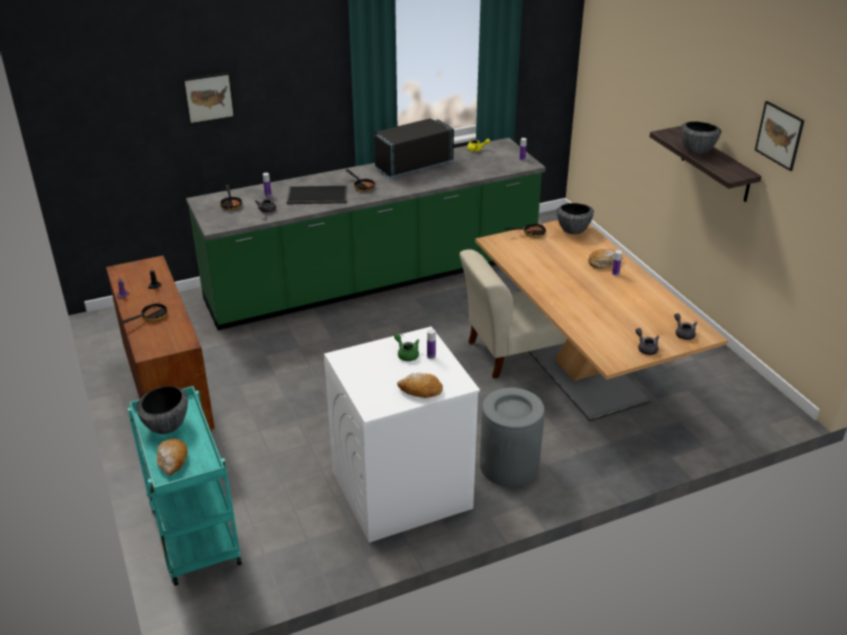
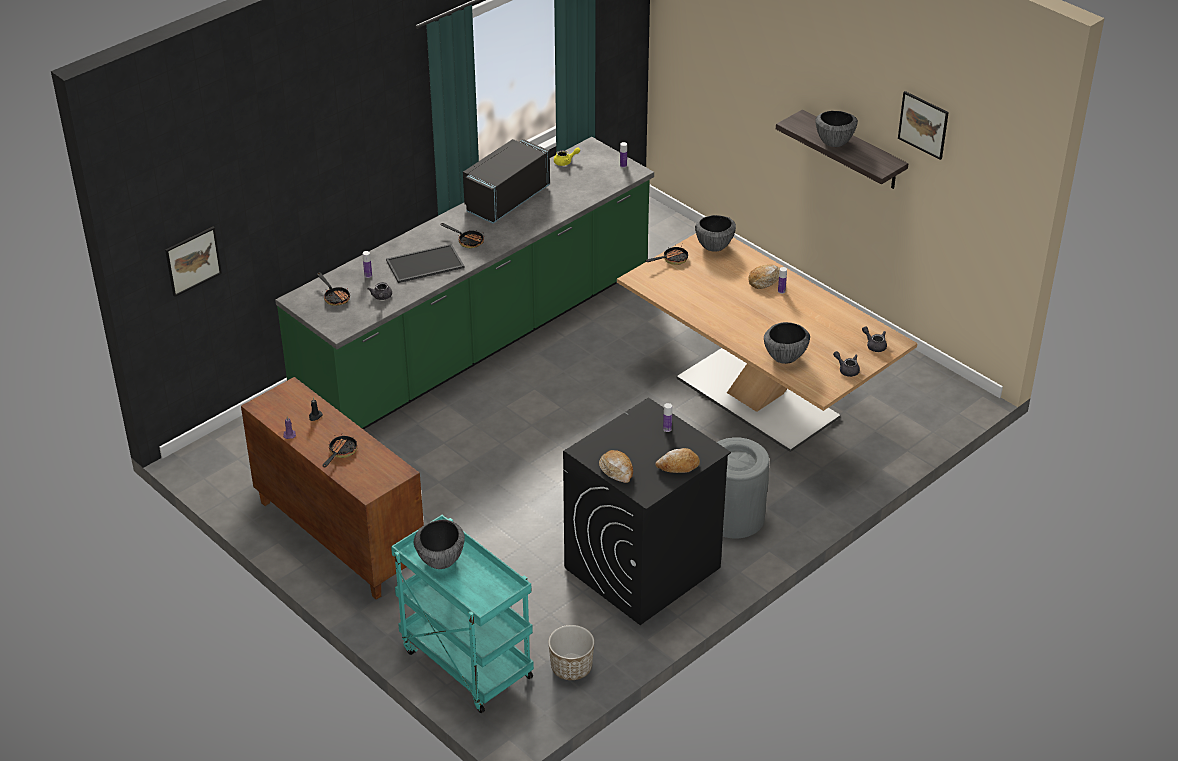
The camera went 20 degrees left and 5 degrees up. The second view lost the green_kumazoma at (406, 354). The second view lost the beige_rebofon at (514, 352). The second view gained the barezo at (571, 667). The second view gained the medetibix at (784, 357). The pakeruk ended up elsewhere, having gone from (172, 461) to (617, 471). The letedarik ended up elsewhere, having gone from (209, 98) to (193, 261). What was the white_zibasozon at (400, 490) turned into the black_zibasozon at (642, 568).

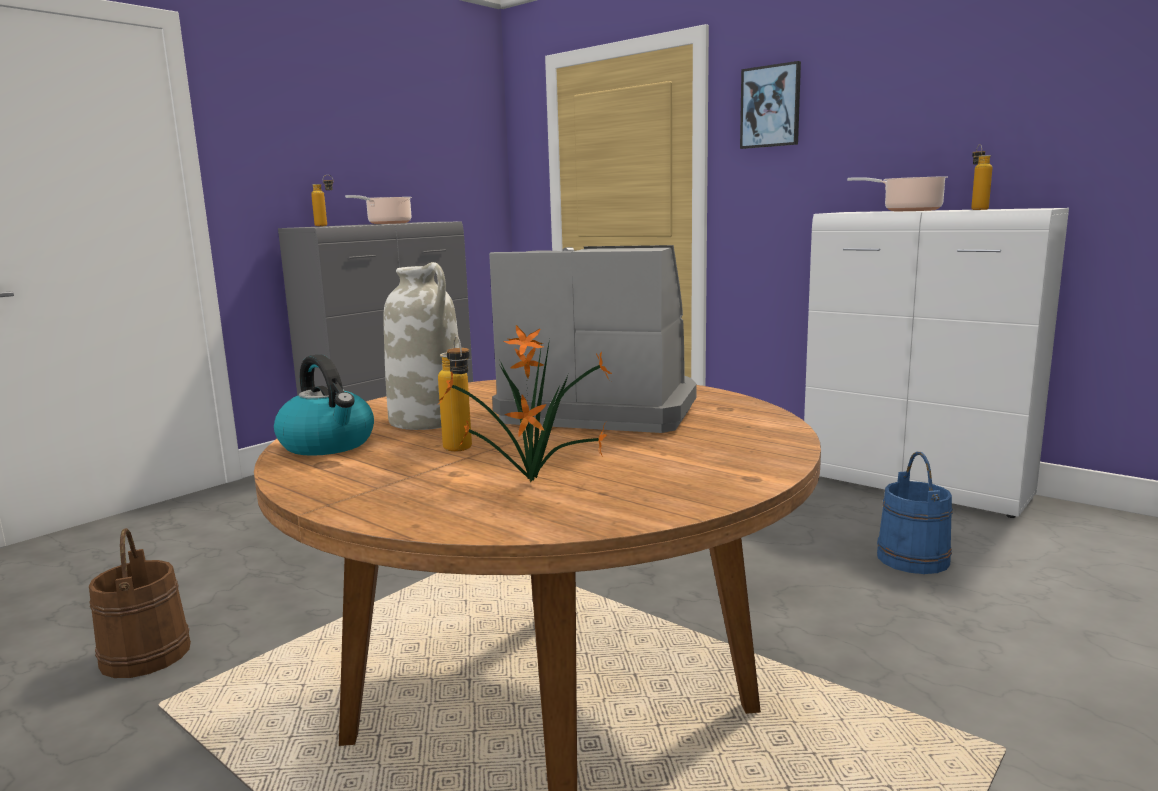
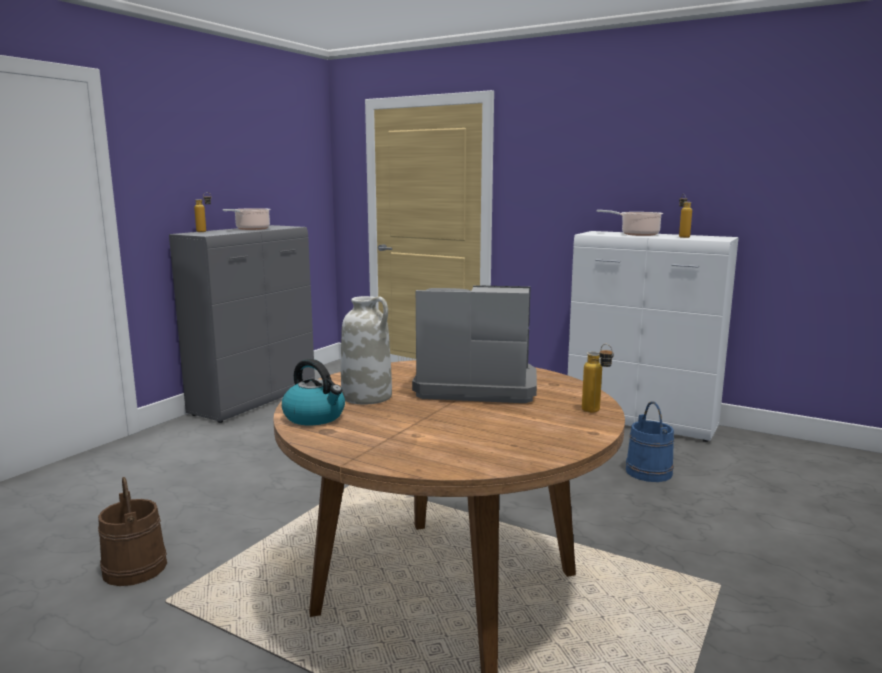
The camera went 10 degrees left and 0 degrees up. The second view lost the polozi at (527, 482). The second view lost the letedarik at (770, 106). The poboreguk ended up elsewhere, having gone from (460, 451) to (596, 412).

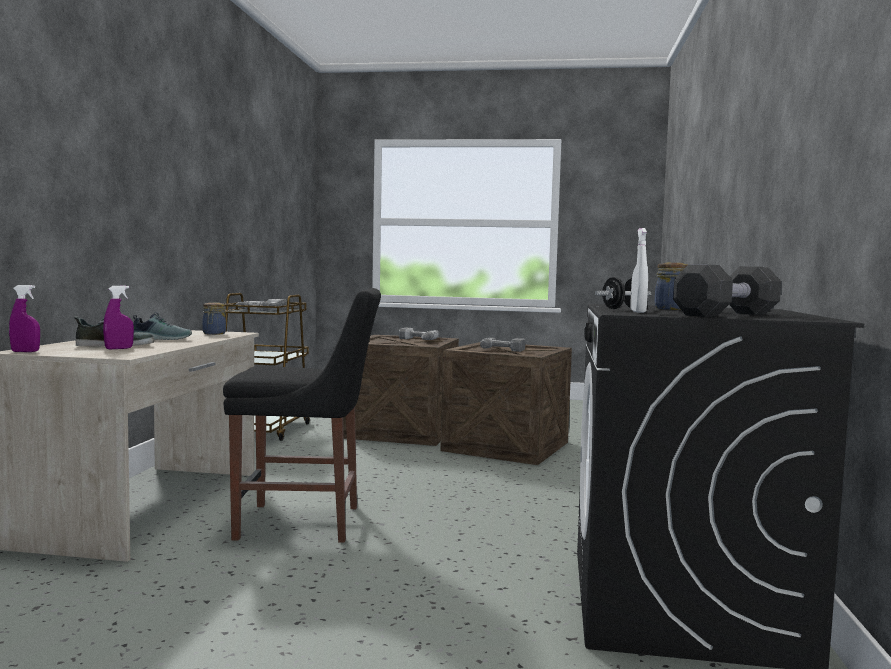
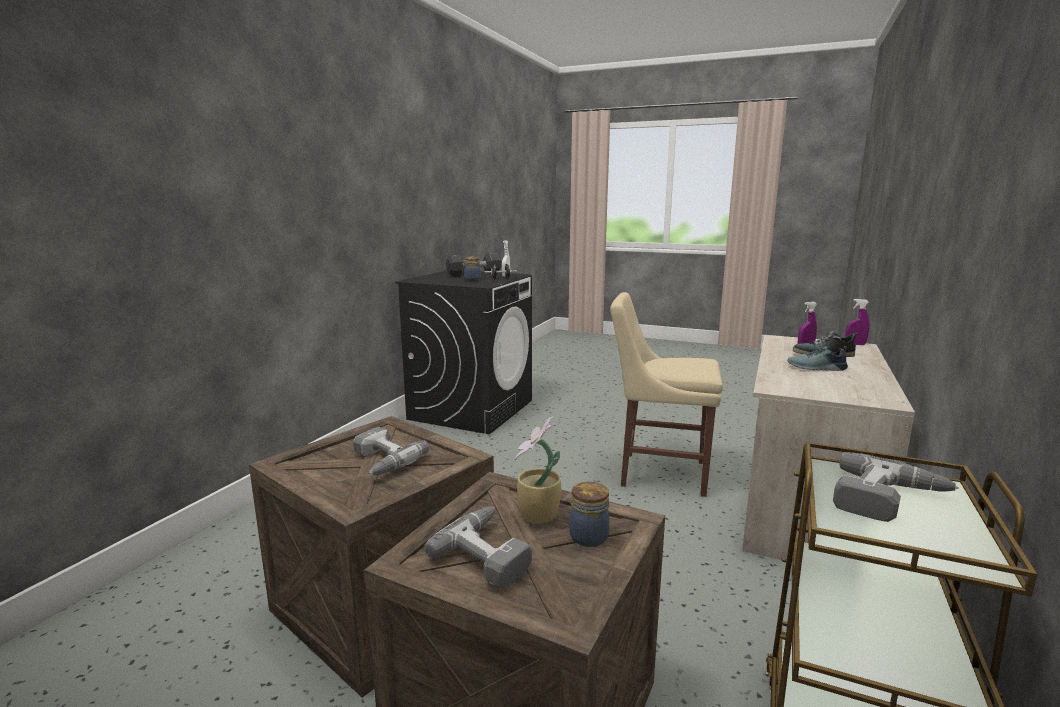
The camera went 165 degrees left and 10 degrees up. The second view gained the polozi at (538, 516). The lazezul ended up elsewhere, having gone from (213, 333) to (589, 536). What was the black_rebofon at (306, 523) turned into the beige_rebofon at (658, 472).

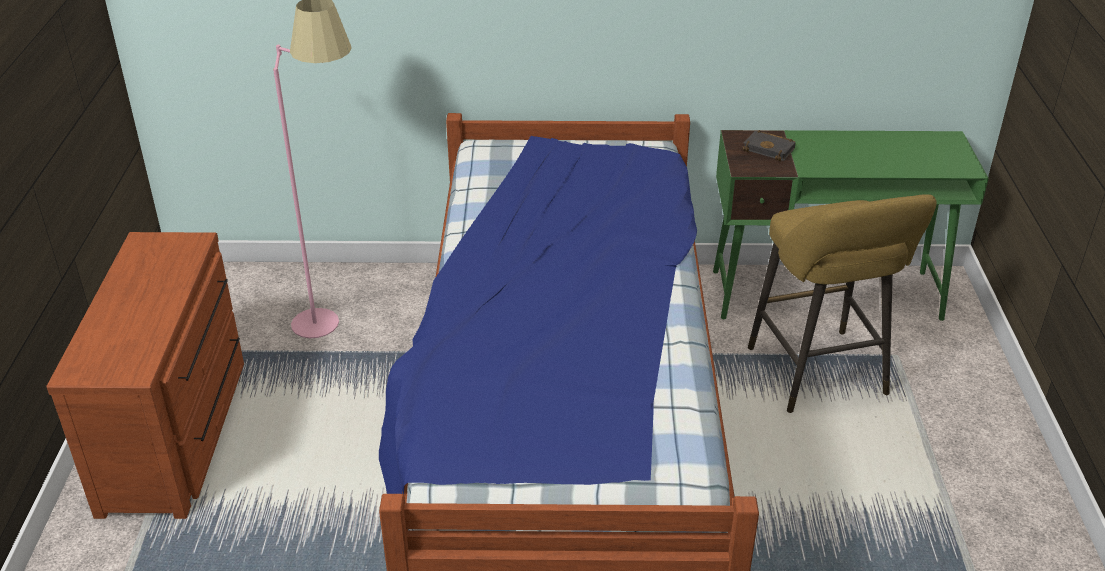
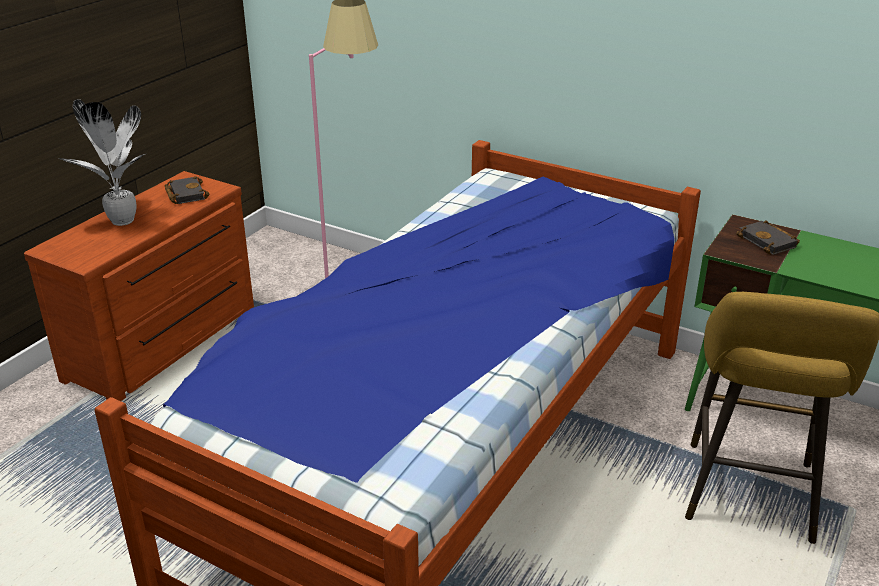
The camera went 30 degrees right and 5 degrees down. The second view gained the polozi at (122, 222). The second view gained the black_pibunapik at (185, 194).

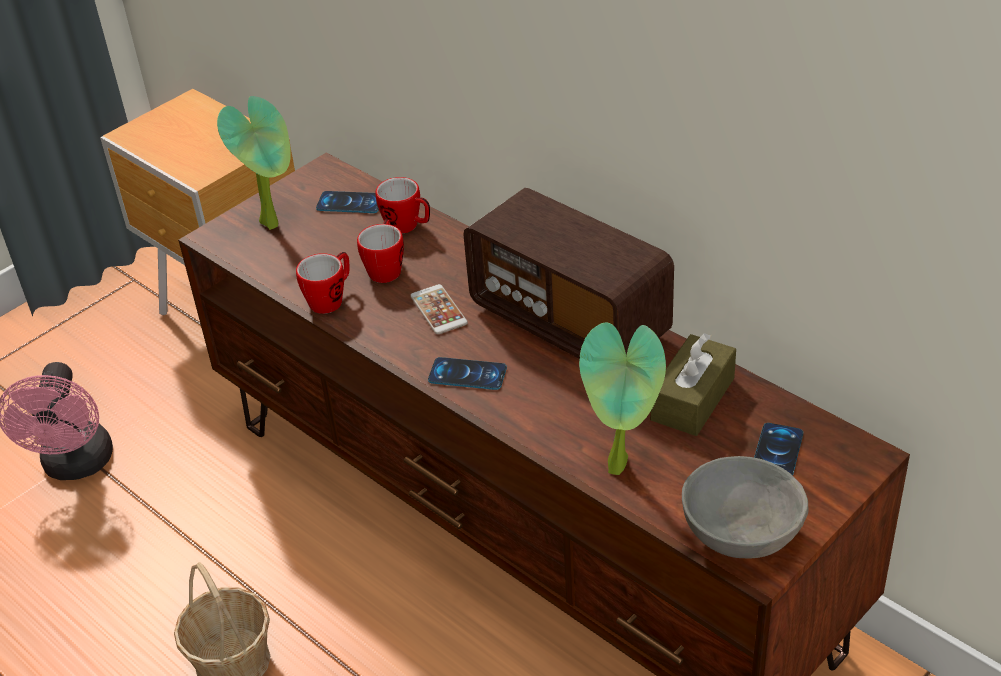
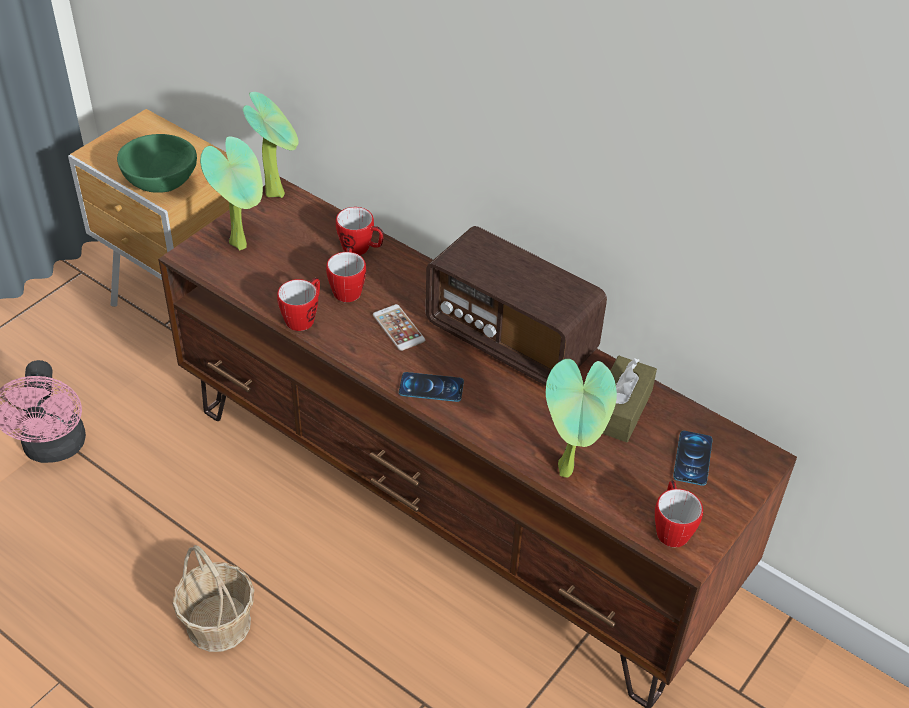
The camera went 10 degrees left and 5 degrees up. The second view lost the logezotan at (350, 203). The second view gained the green_medetibix at (161, 182). The second view gained the polozi at (278, 192). Where the grey_medetibix stood at (740, 534), the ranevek came to stand at (671, 528).

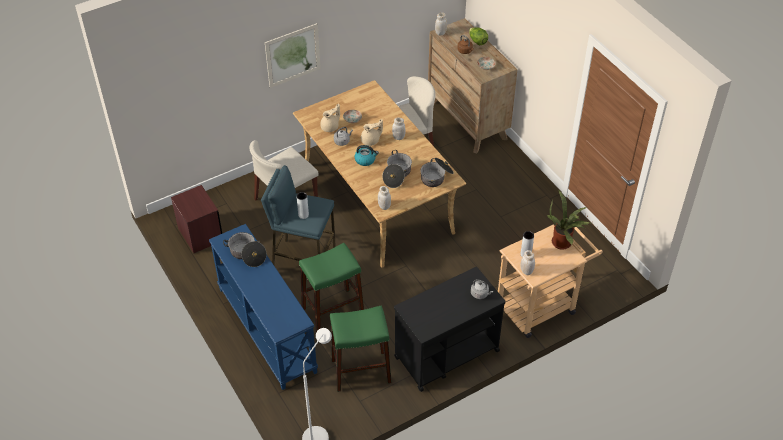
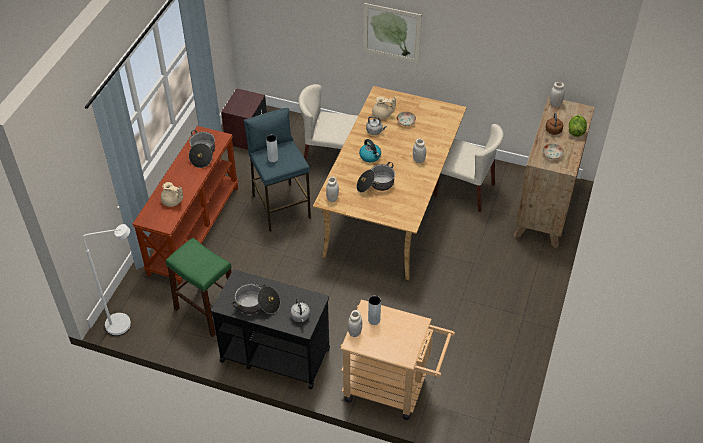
The camera went 50 degrees right and 0 degrees up. The second view lost the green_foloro at (333, 311). The second view lost the polozi at (563, 242). The beige_kumazoma ended up elsewhere, having gone from (371, 141) to (172, 202). The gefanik ended up elsewhere, having gone from (436, 177) to (257, 305). What was the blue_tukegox at (265, 330) turned into the brown_tukegox at (193, 229).

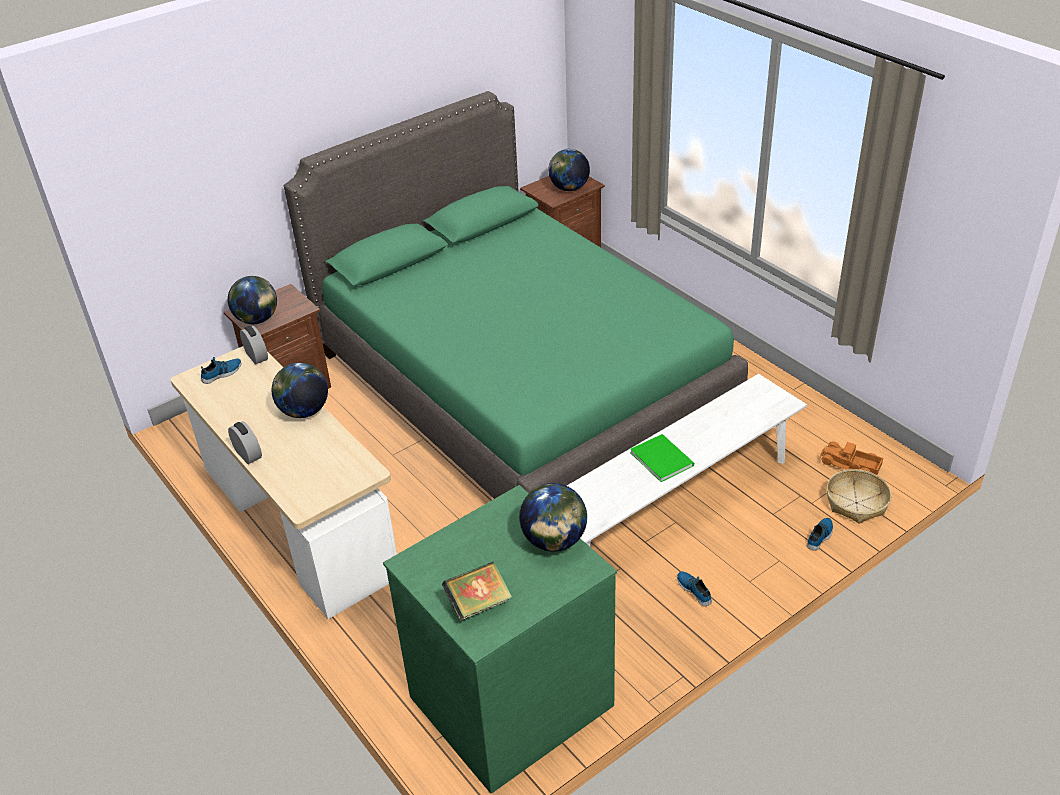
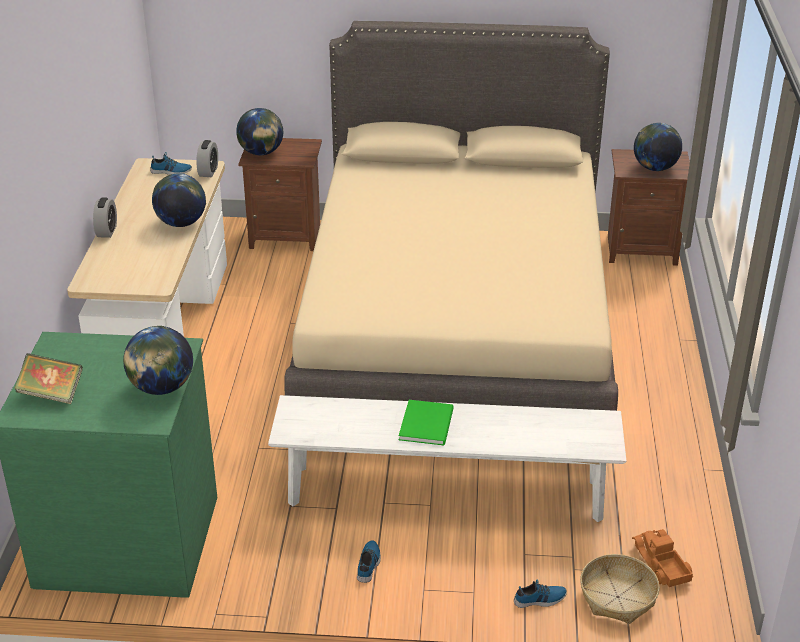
The camera went 40 degrees right and 5 degrees down. What was the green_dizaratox at (519, 387) turned into the beige_dizaratox at (455, 328).

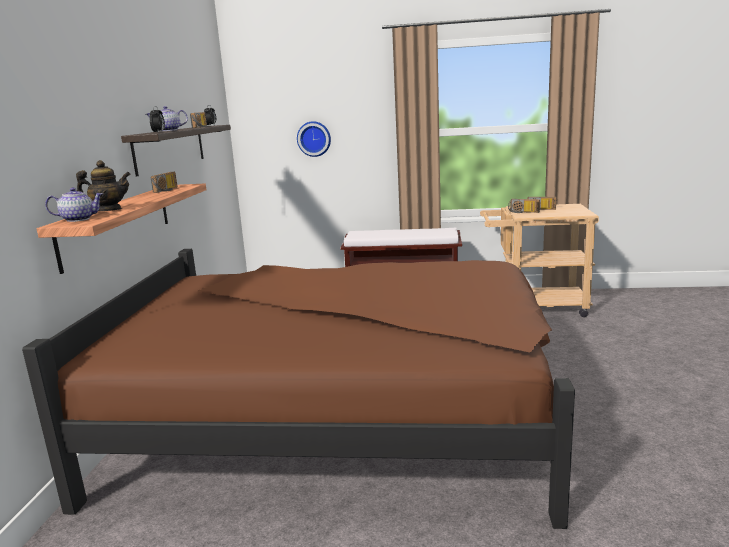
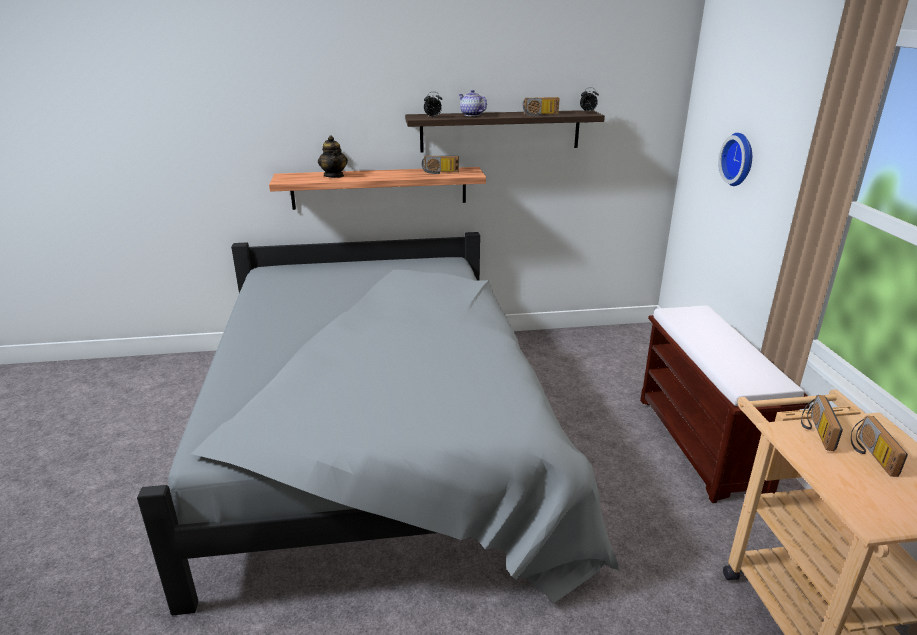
The camera went 75 degrees right and 10 degrees up. The second view lost the kumazoma at (79, 219). What was the brown_dizaratox at (345, 412) turned into the grey_dizaratox at (382, 442).

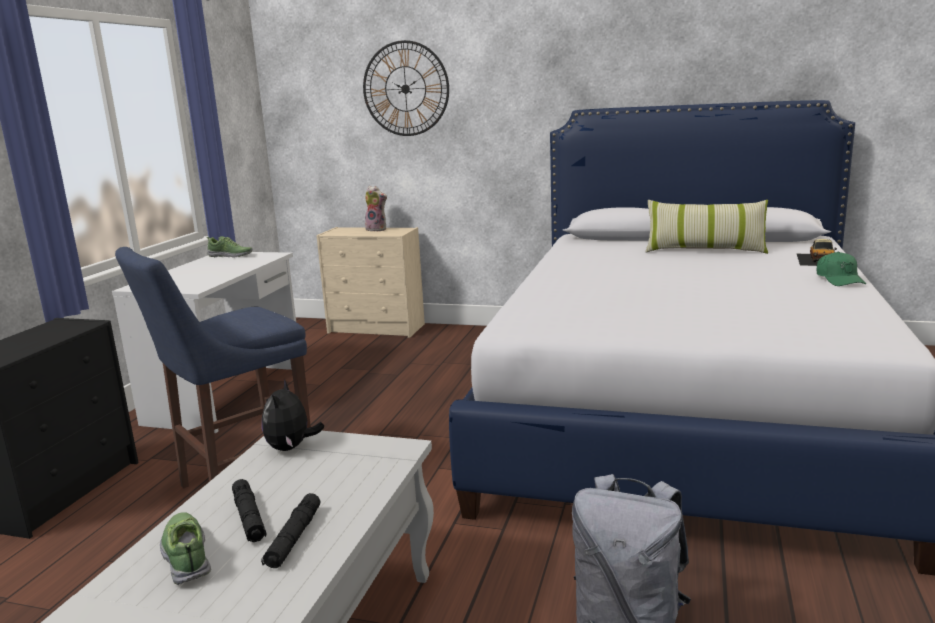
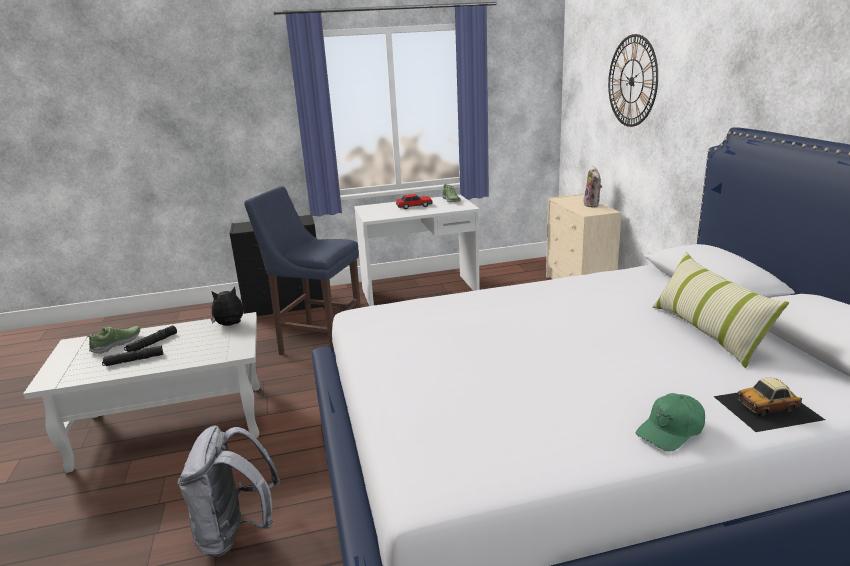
The camera went 60 degrees right and 5 degrees up. The second view gained the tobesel at (414, 206).

